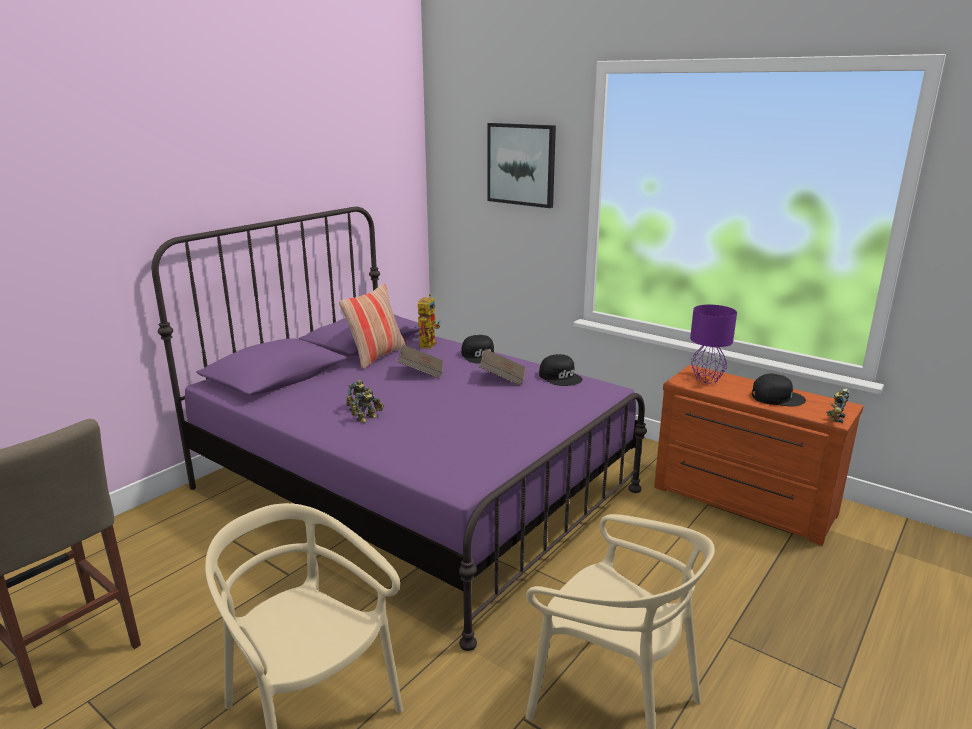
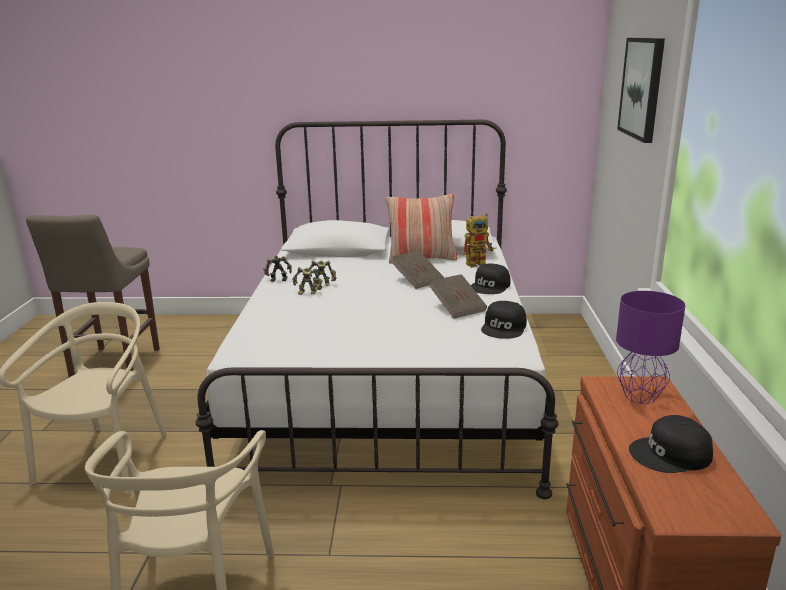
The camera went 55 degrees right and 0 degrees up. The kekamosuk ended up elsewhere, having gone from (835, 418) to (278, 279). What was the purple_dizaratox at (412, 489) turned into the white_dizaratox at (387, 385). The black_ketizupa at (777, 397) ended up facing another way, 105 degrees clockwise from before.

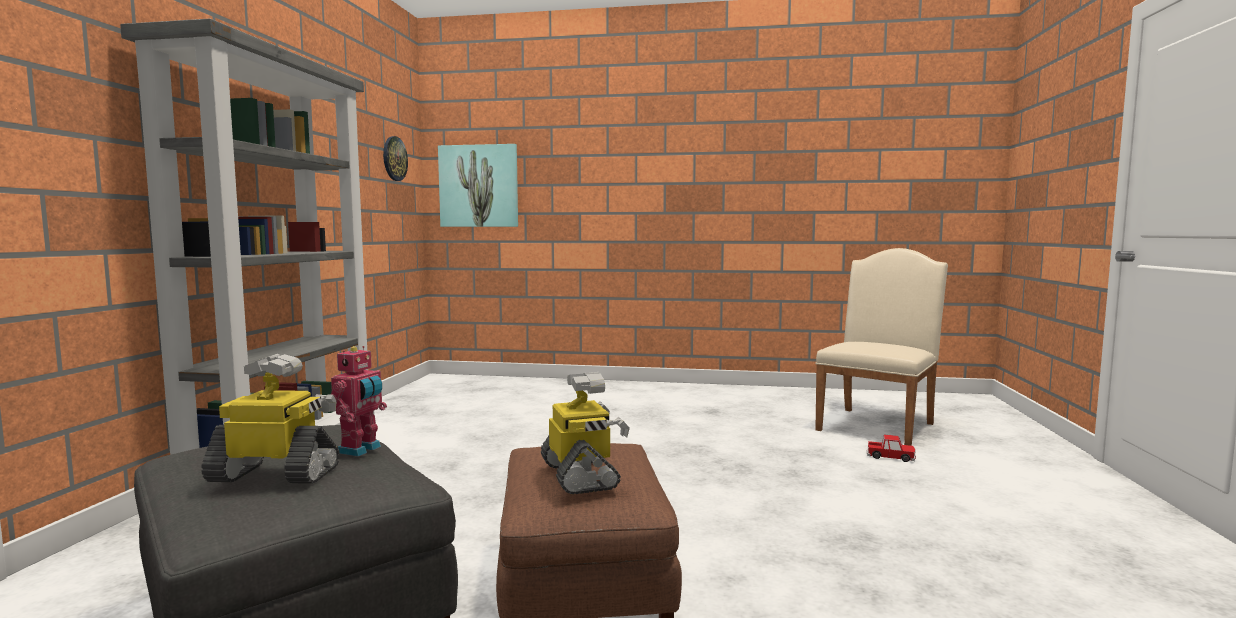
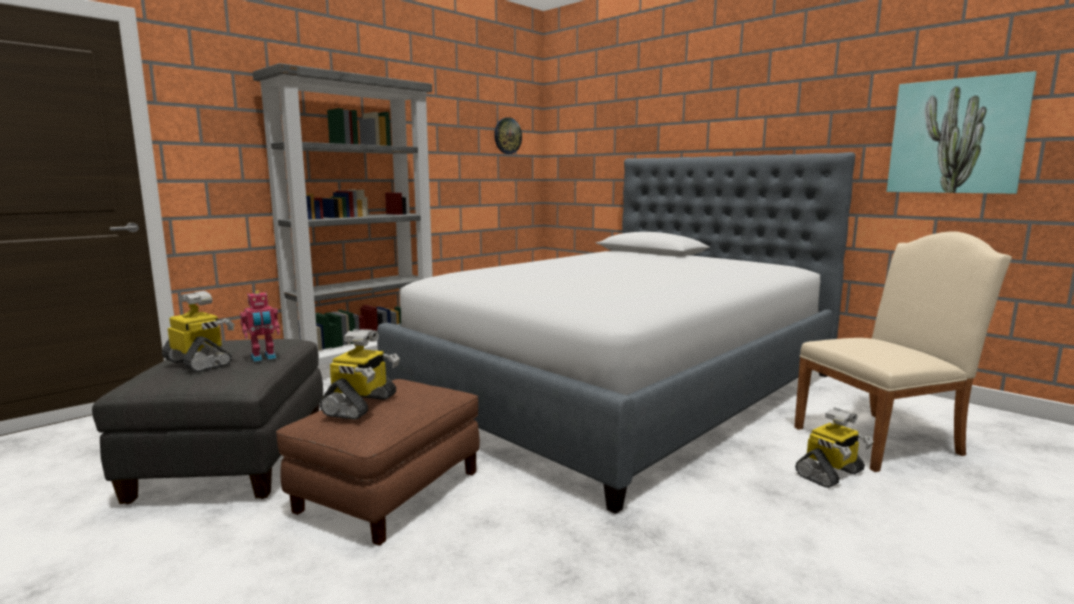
The camera went 35 degrees right and 5 degrees up. The second view gained the dizaratox at (622, 388). The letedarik ended up elsewhere, having gone from (478, 186) to (956, 136). Where the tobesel stood at (890, 457), the kekamosuk came to stand at (830, 474).

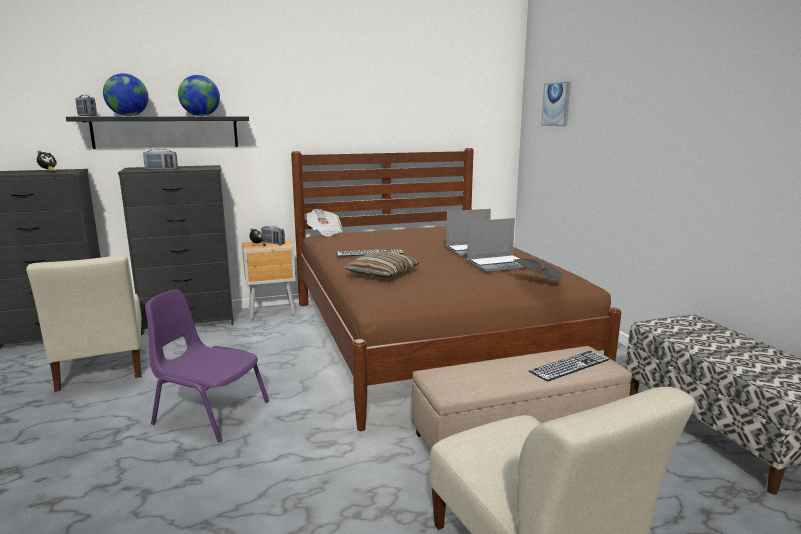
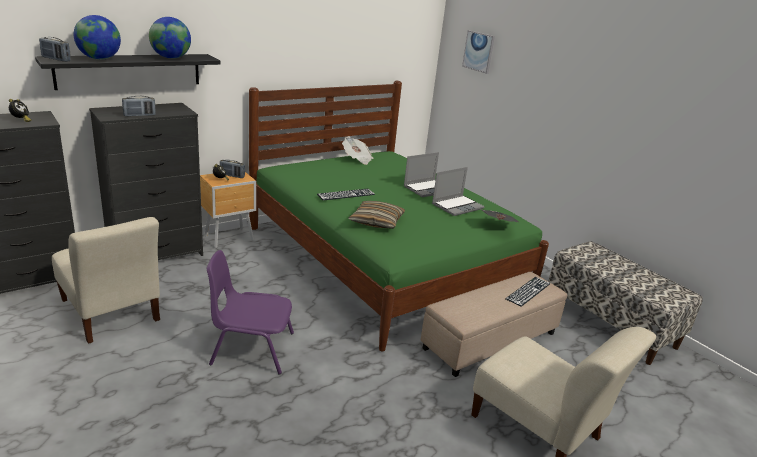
The camera went 20 degrees left and 10 degrees up. The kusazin ended up elsewhere, having gone from (324, 232) to (357, 159). What was the brown_dizaratox at (427, 338) turned into the green_dizaratox at (383, 260).

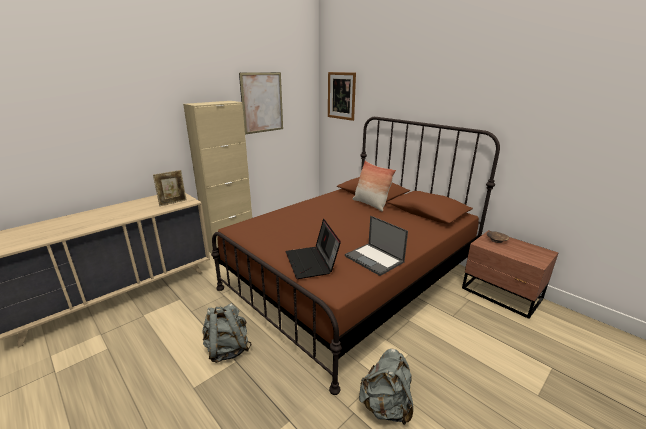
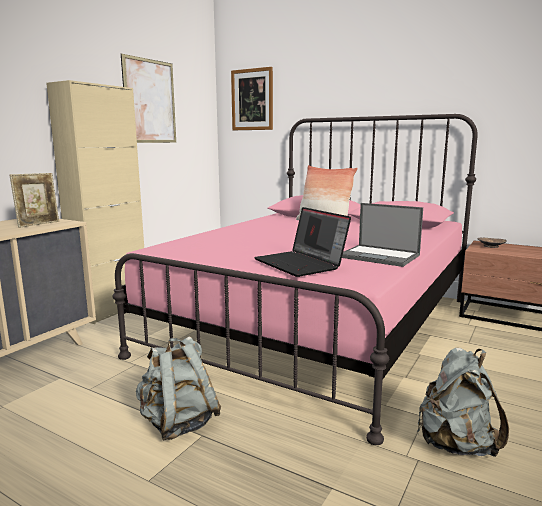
The camera went 15 degrees left and 10 degrees down. What was the brown_dizaratox at (351, 280) turned into the pink_dizaratox at (316, 325).

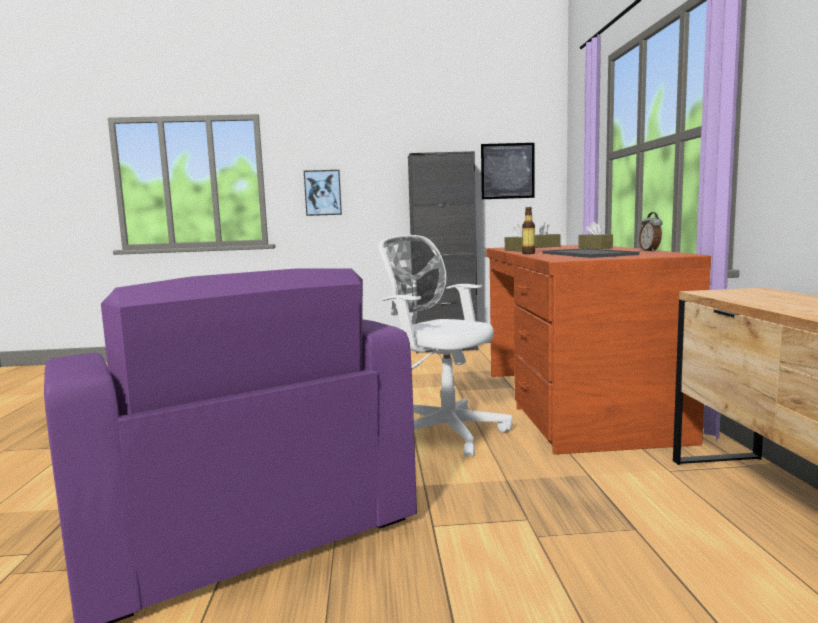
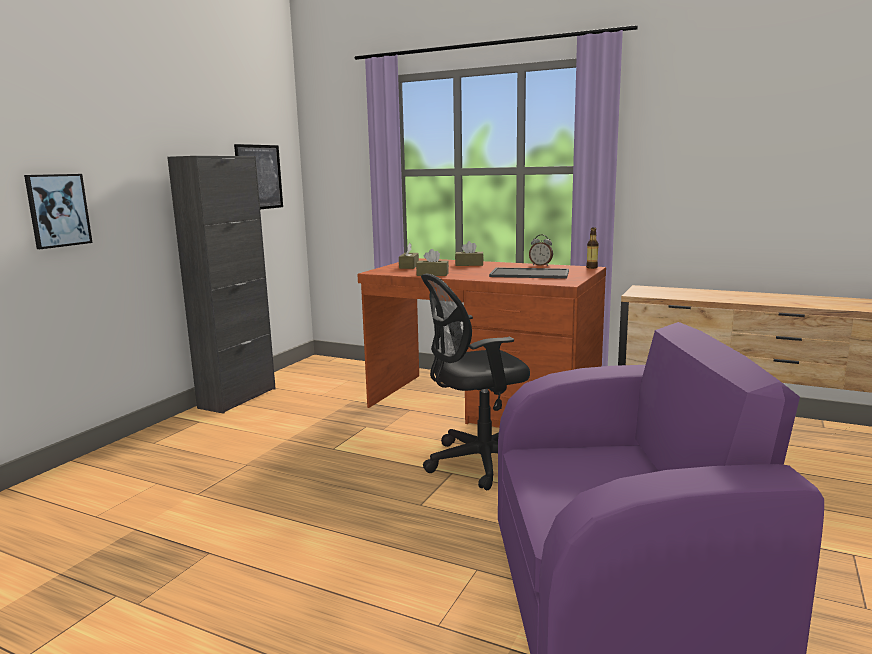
The camera went 60 degrees left and 5 degrees up. The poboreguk ended up elsewhere, having gone from (528, 253) to (591, 267). What was the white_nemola at (443, 430) turned into the black_nemola at (479, 463).

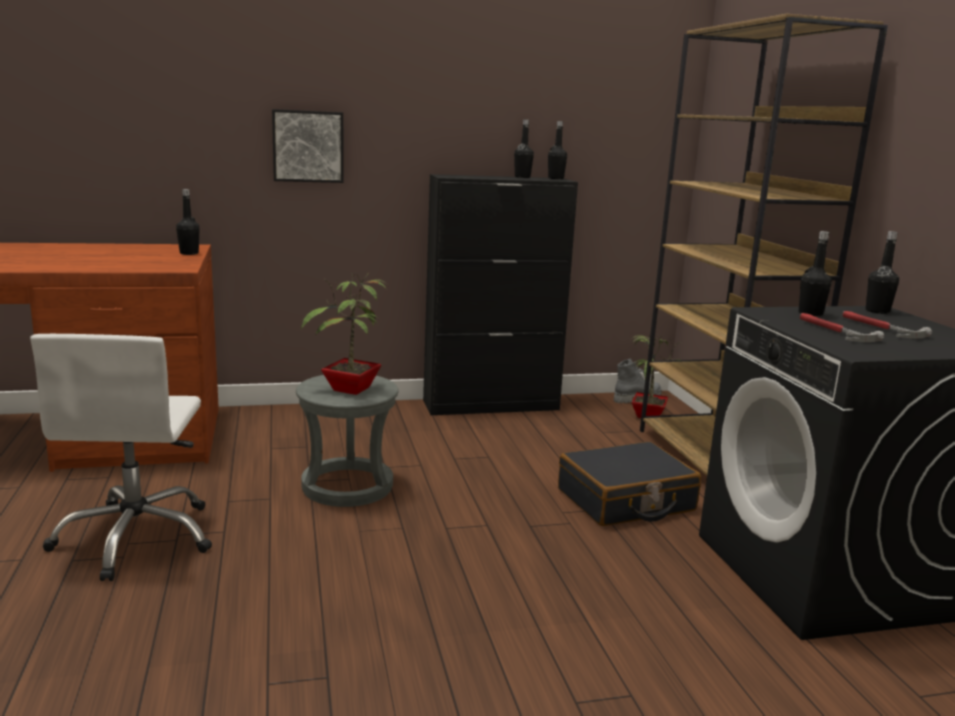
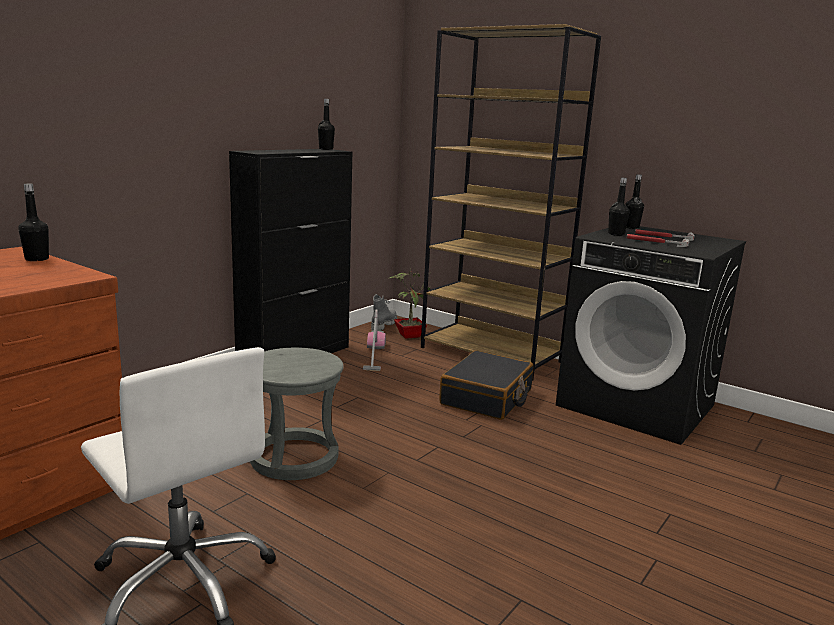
The camera went 40 degrees left and 0 degrees up. The second view lost the letedarik at (308, 146). The second view lost the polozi at (350, 390). The second view lost the black_poboreguk at (522, 177). The second view gained the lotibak at (374, 355).

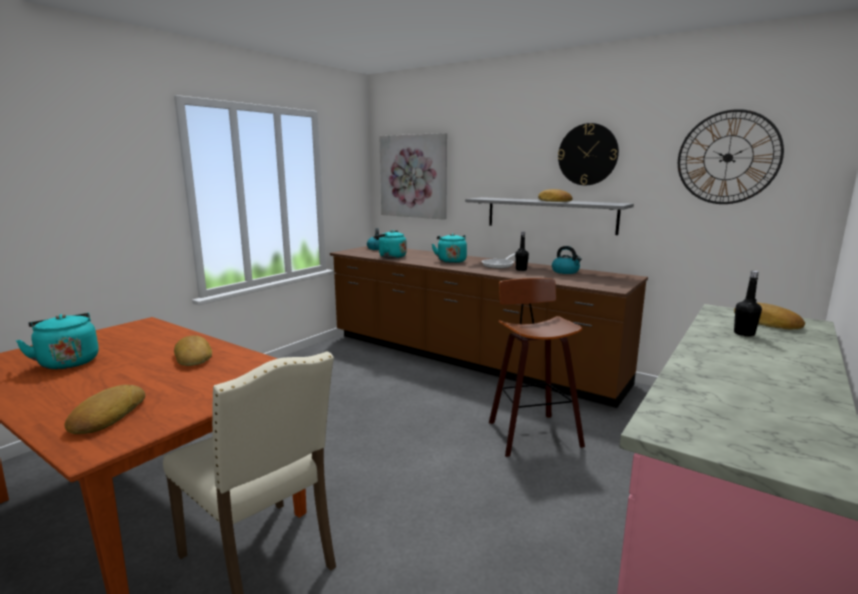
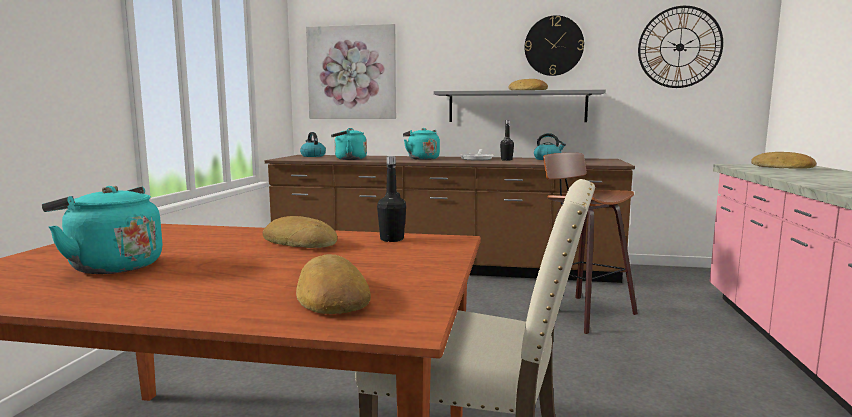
The camera went 25 degrees left and 5 degrees down. The black_poboreguk ended up elsewhere, having gone from (744, 334) to (392, 239).

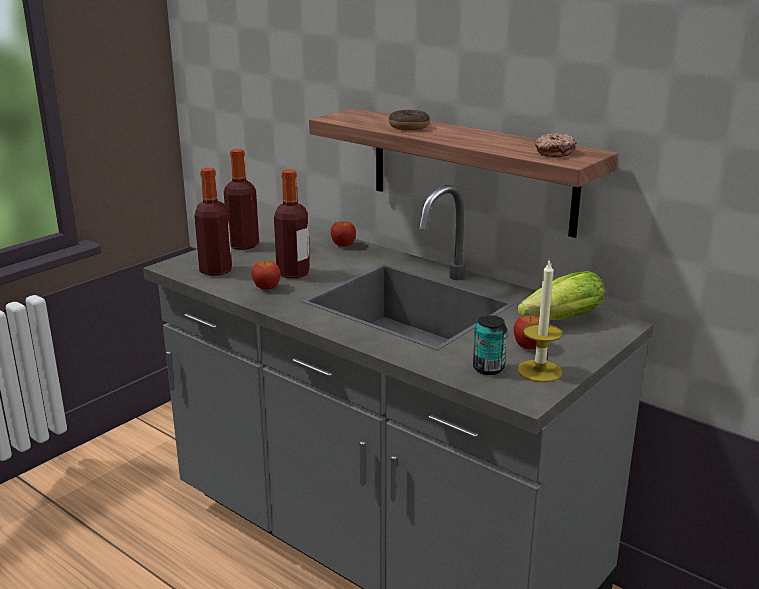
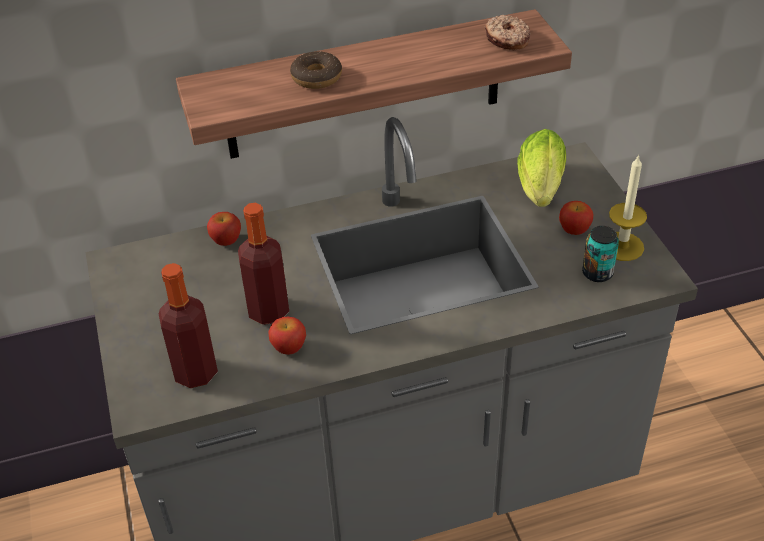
The camera went 55 degrees left and 20 degrees up. The second view lost the poboreguk at (243, 245).

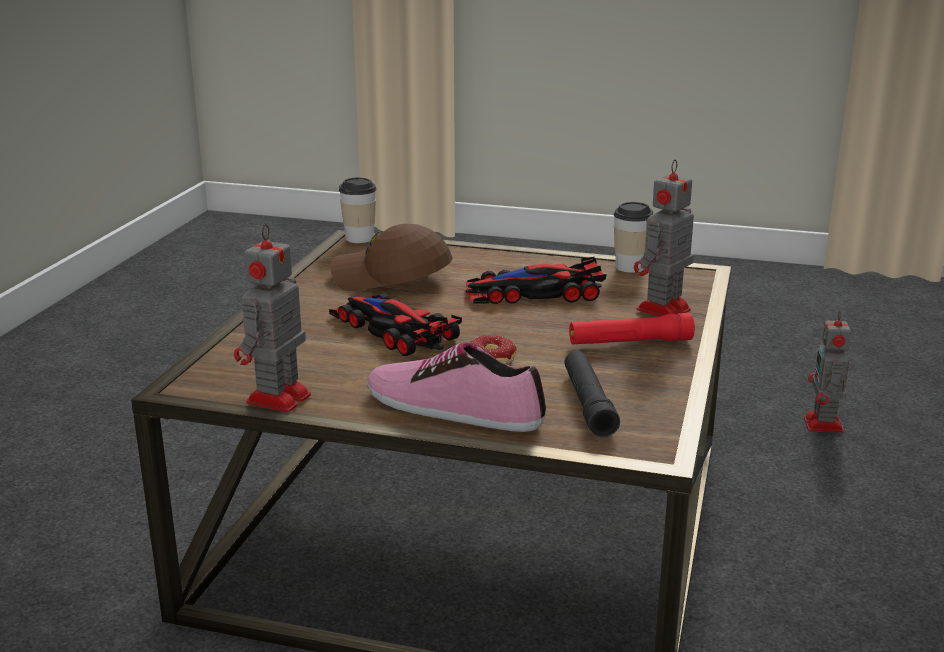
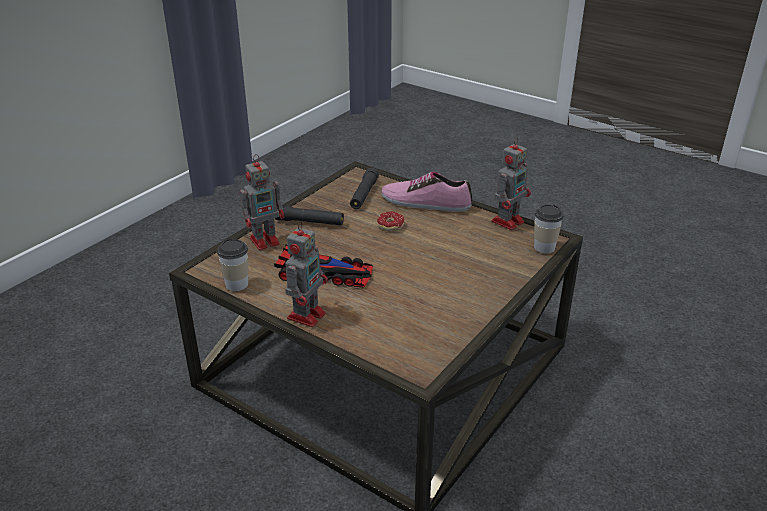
The camera went 160 degrees left and 10 degrees up. The second view lost the tobesel at (392, 329). The second view lost the brown_ketizupa at (390, 279). The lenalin ended up elsewhere, having gone from (359, 238) to (544, 247). The kekamosuk ended up elsewhere, having gone from (823, 425) to (307, 314). What was the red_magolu at (630, 342) turned into the black_magolu at (309, 222). The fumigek at (454, 407) ended up facing another way, 150 degrees clockwise from before.

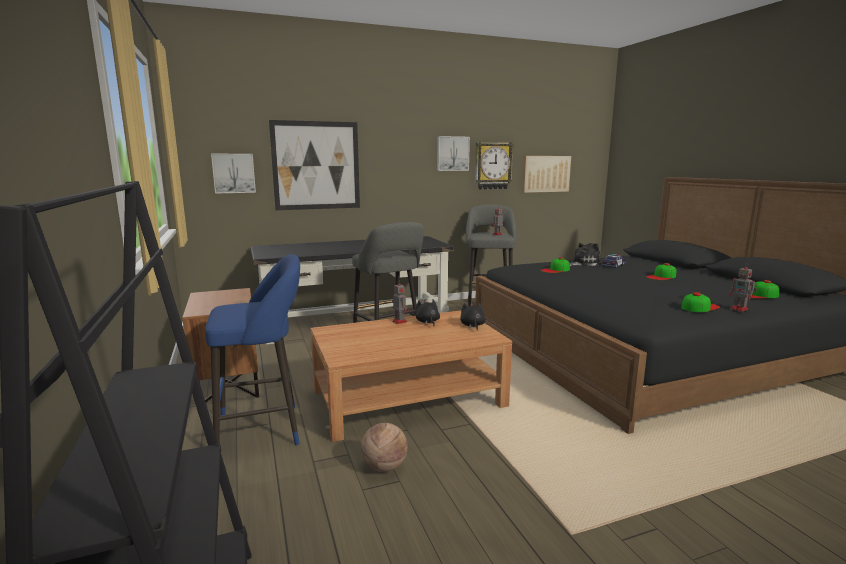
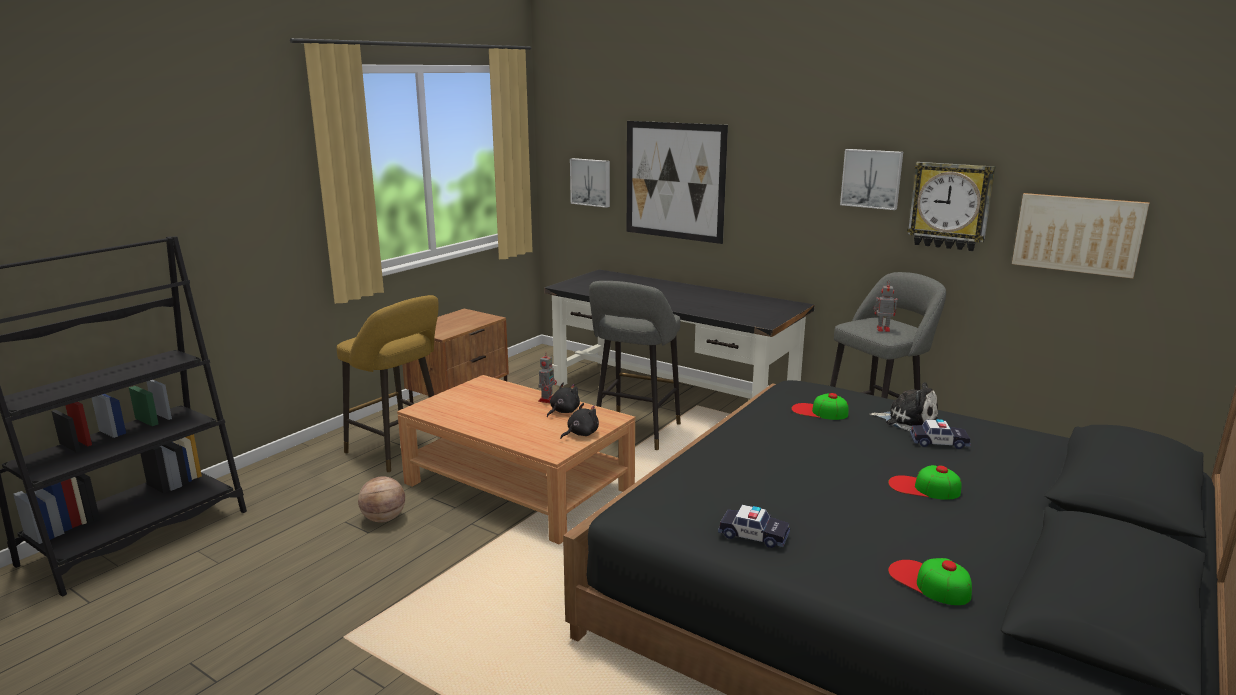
The camera went 55 degrees right and 5 degrees up. The second view lost the kekamosuk at (740, 309). Where the ketizupa stood at (699, 307), the tobesel came to stand at (753, 535). What was the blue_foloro at (265, 429) turned into the yellow_foloro at (399, 451).

